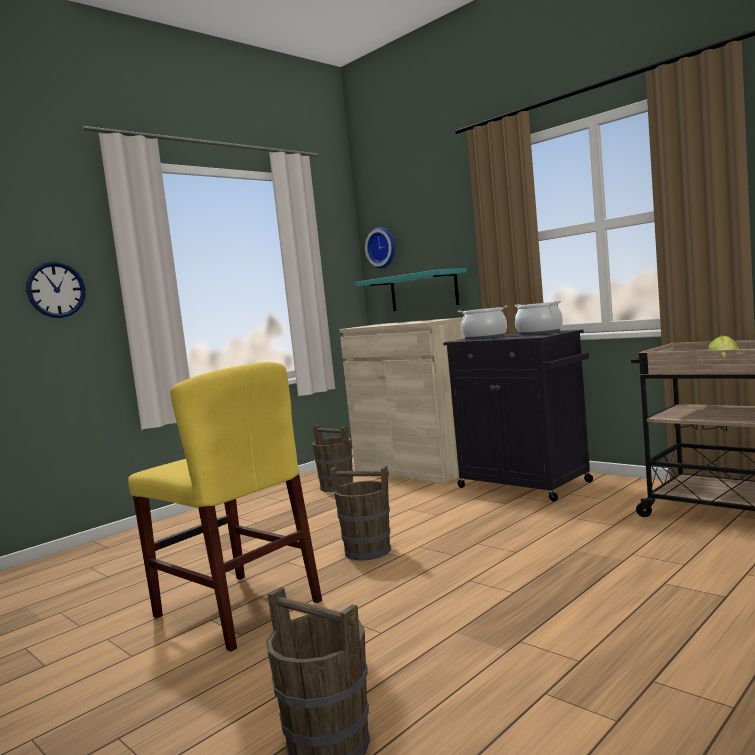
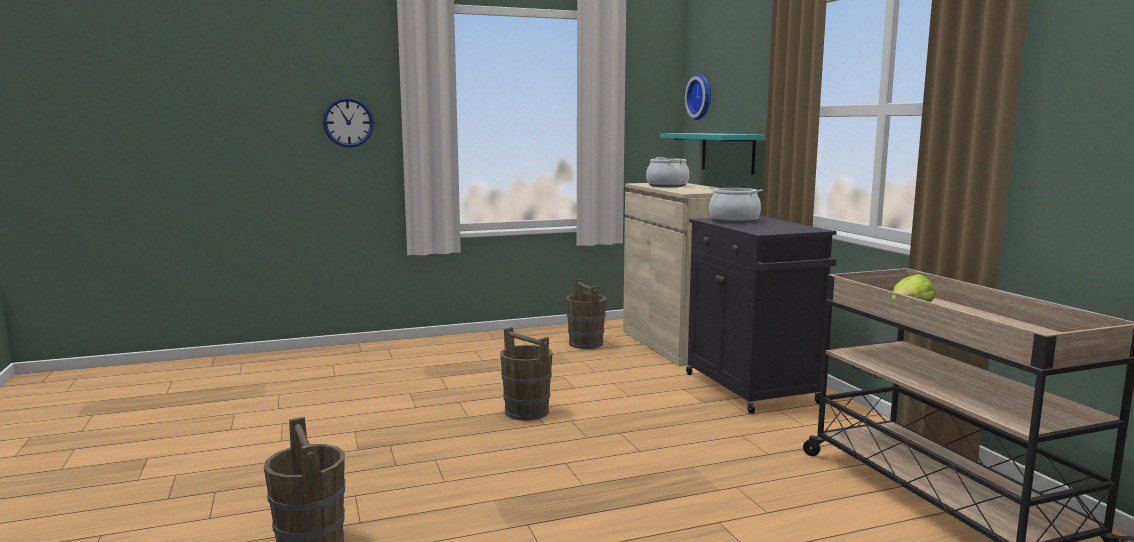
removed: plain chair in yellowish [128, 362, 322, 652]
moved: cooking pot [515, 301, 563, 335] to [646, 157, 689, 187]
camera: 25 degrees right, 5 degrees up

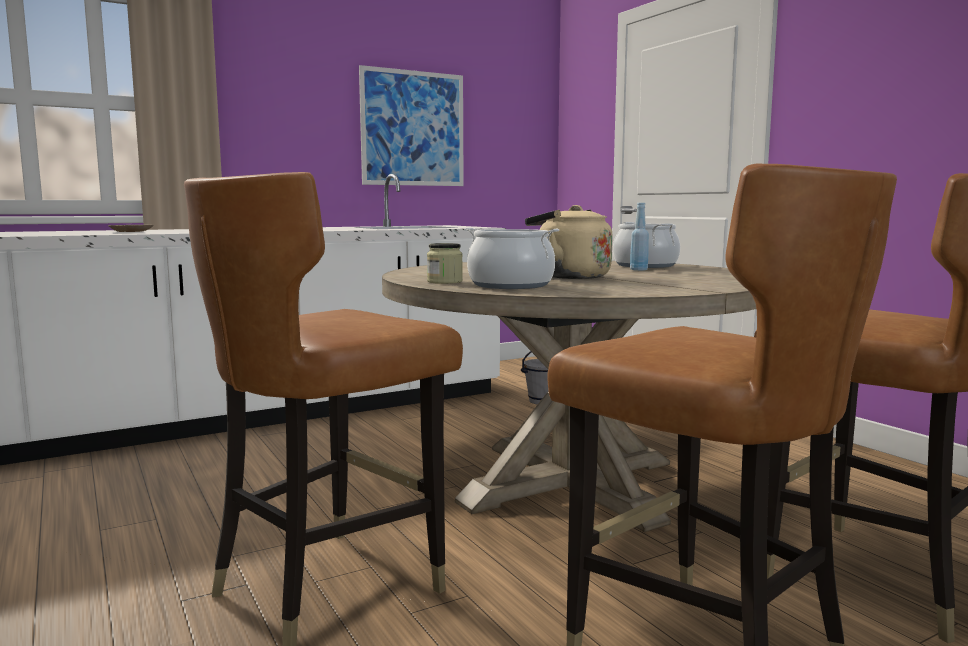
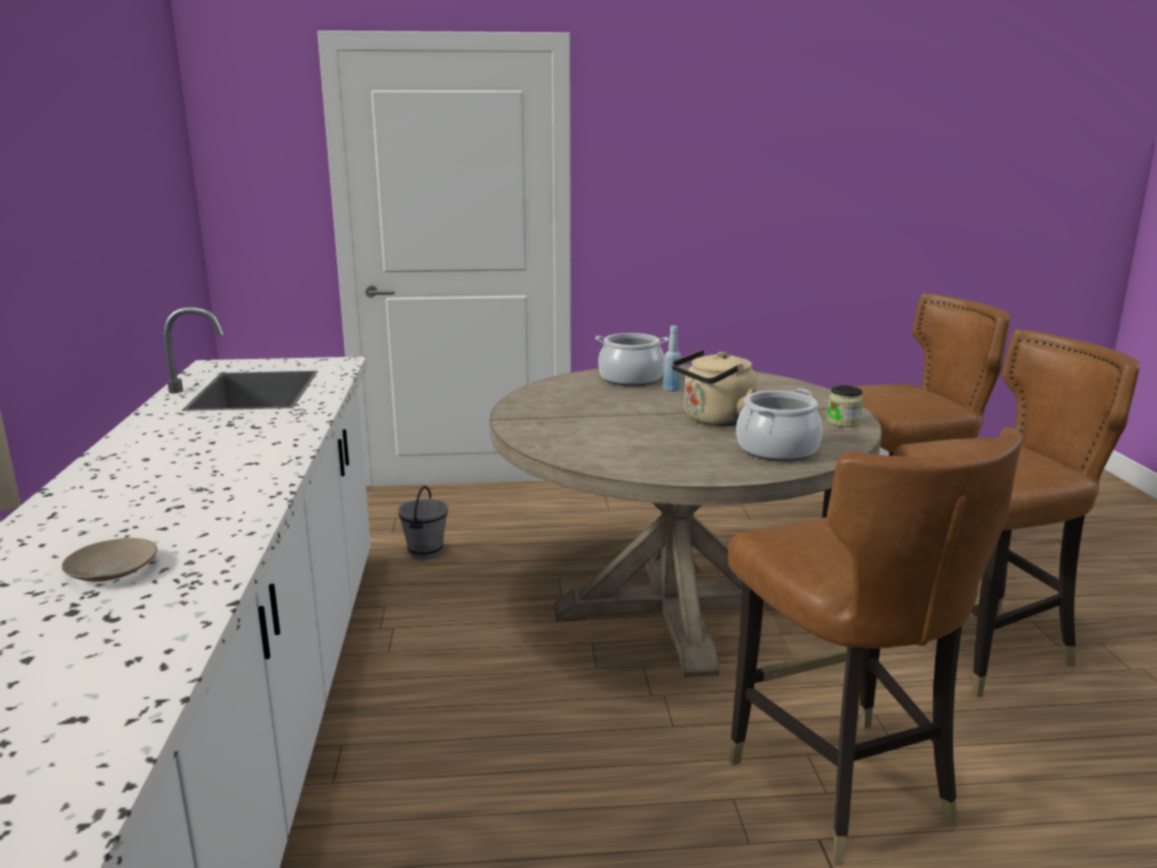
removed: wall picture [359, 65, 464, 186]
moved: preserve jar [427, 243, 463, 284] to [827, 385, 863, 427]
camera: 65 degrees left, 10 degrees up

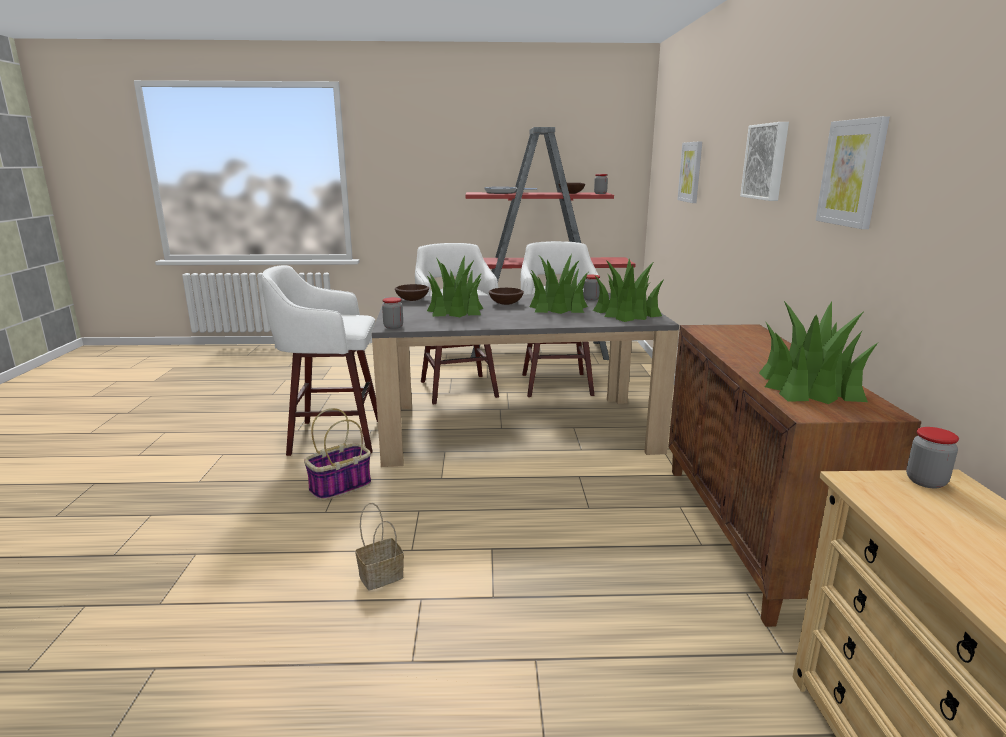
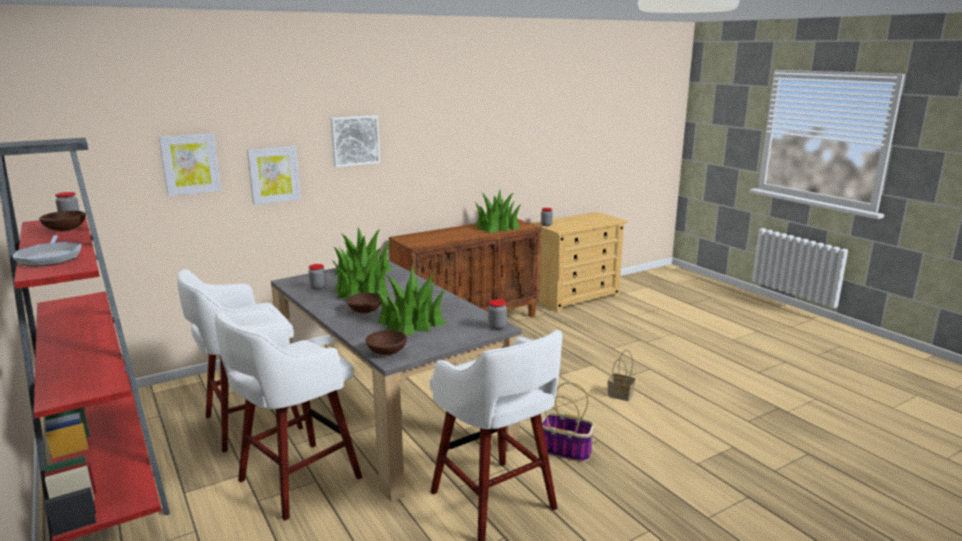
moved: wall picture [816, 116, 890, 229] to [247, 146, 301, 205]
camera: 120 degrees left, 0 degrees up

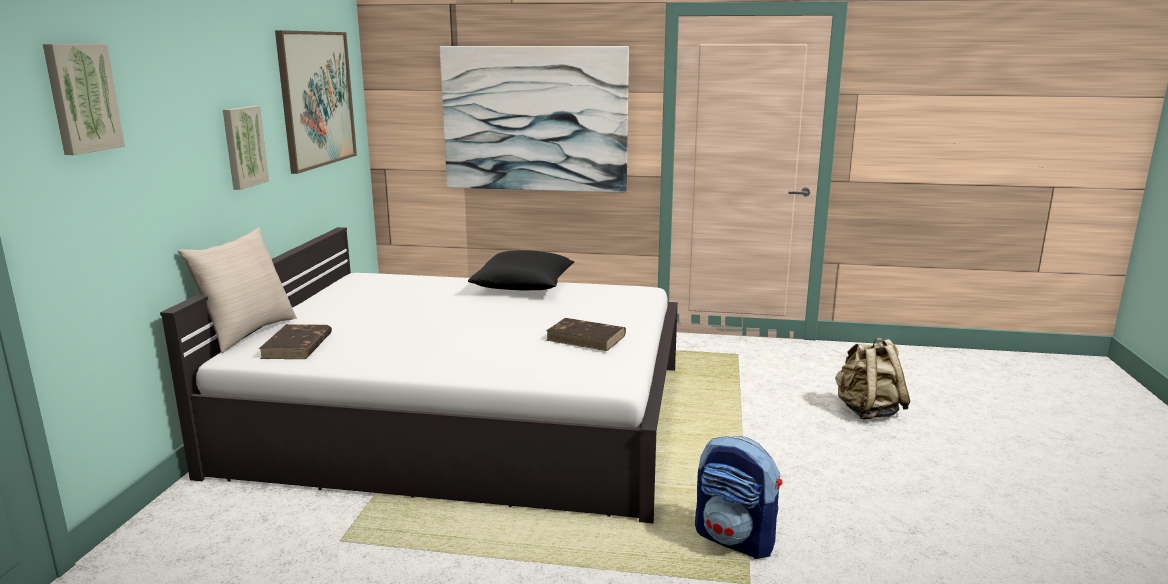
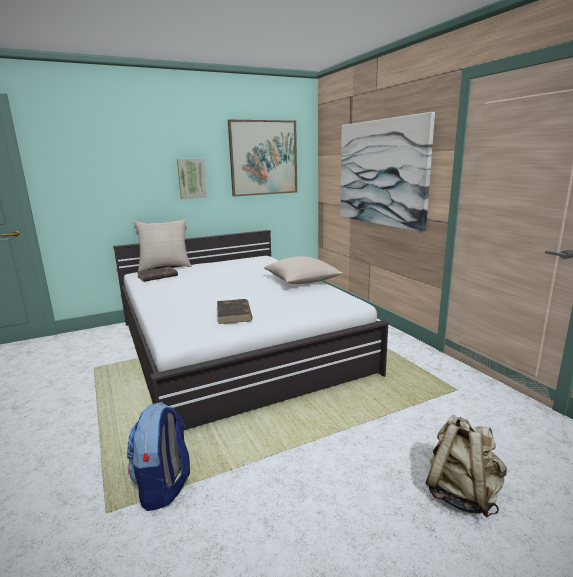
removed: wall picture [43, 44, 125, 155]
recoloured: pillow in black-coloured [468, 250, 575, 291] to pillow in beige [264, 256, 343, 284]
camera: 55 degrees right, 0 degrees up

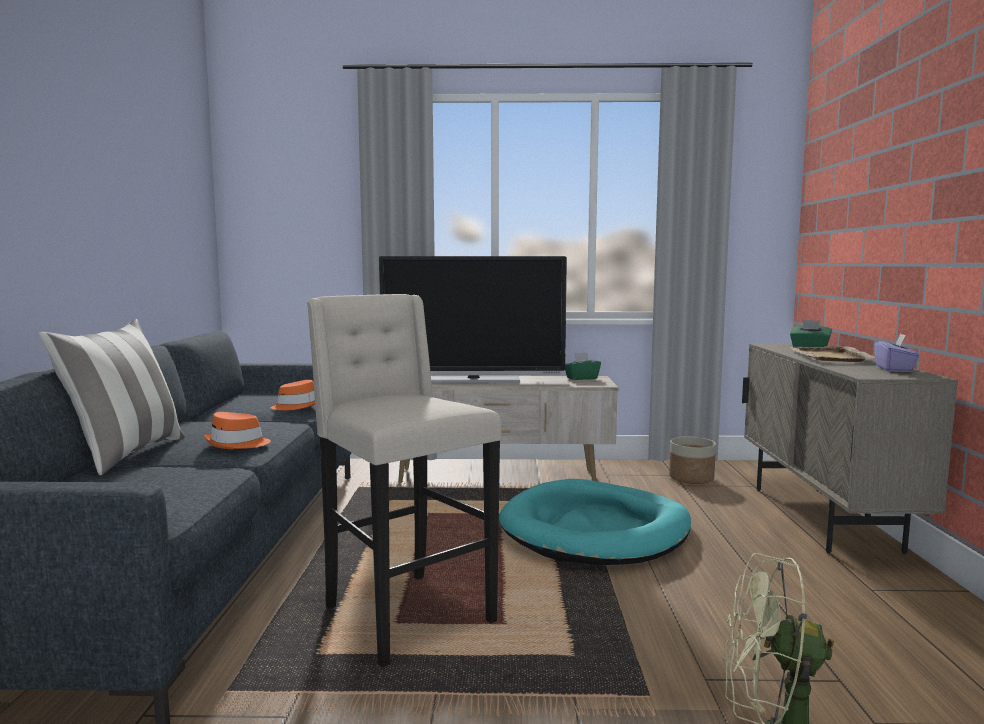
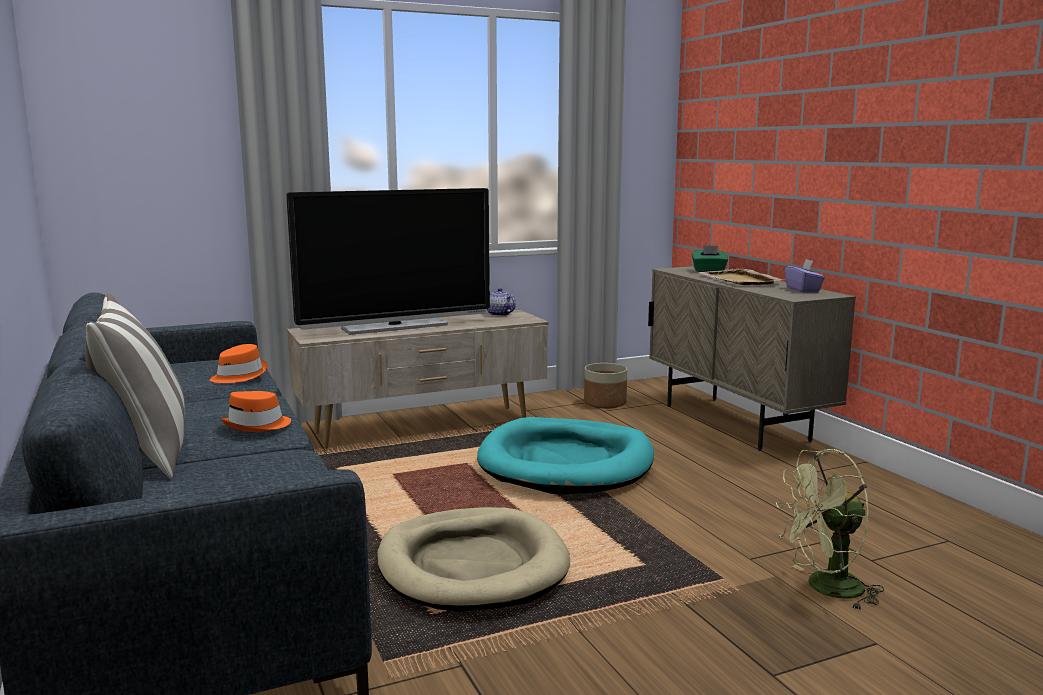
replaced: stool in beige [307, 294, 502, 668] to dog cushion in beige [377, 507, 570, 612]; tissue box in green-coloured [565, 352, 601, 380] to pot for tea [487, 288, 516, 316]
camera: 25 degrees left, 5 degrees up

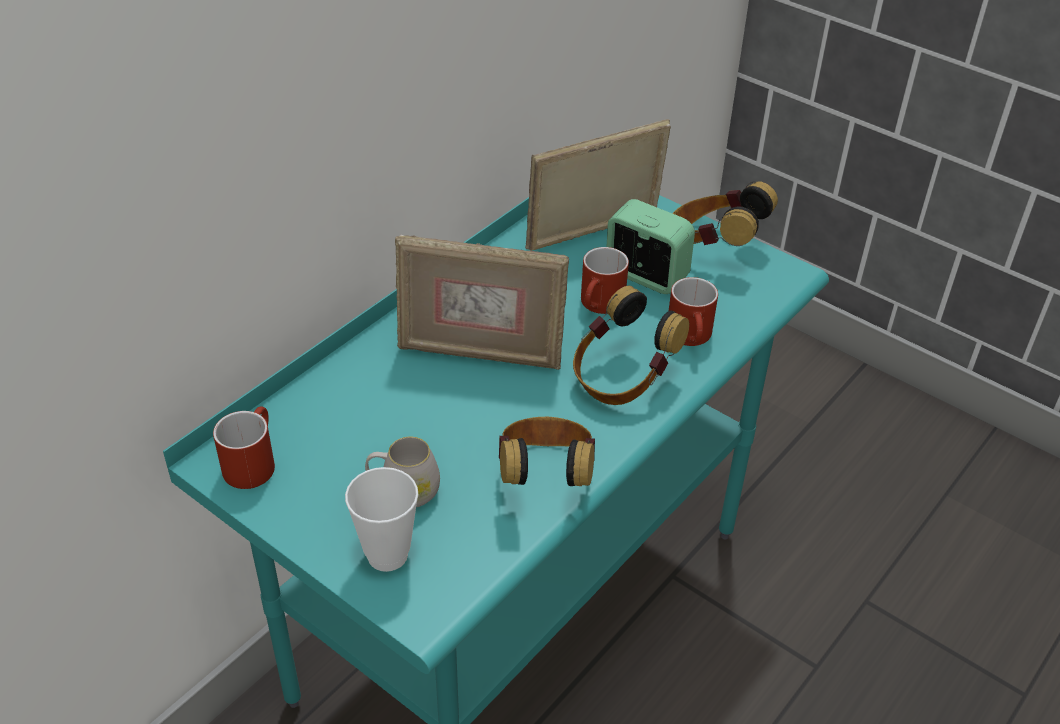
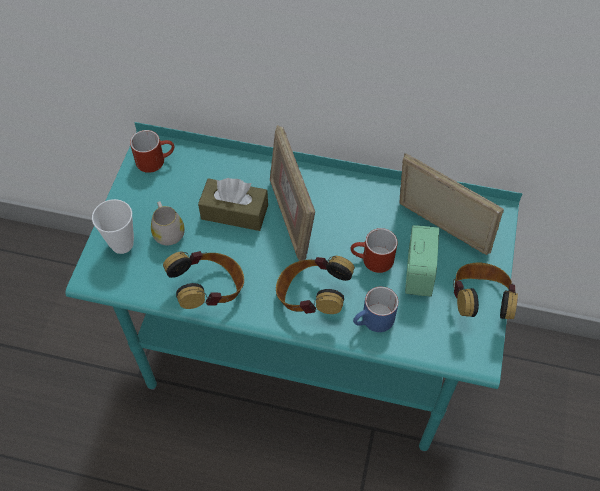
added: tissue box in brownish [198, 178, 268, 231]
recoloured: tea mug in reddish [669, 277, 718, 346] to tea mug in blue-coloured [353, 286, 399, 332]
camera: 65 degrees right, 15 degrees up

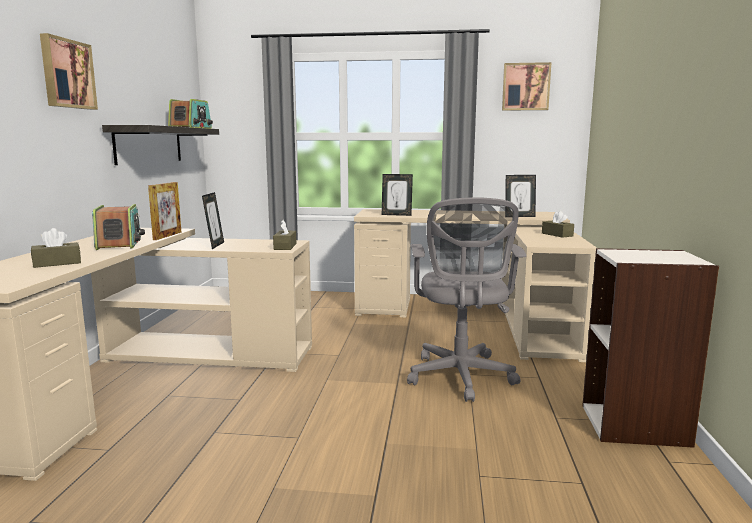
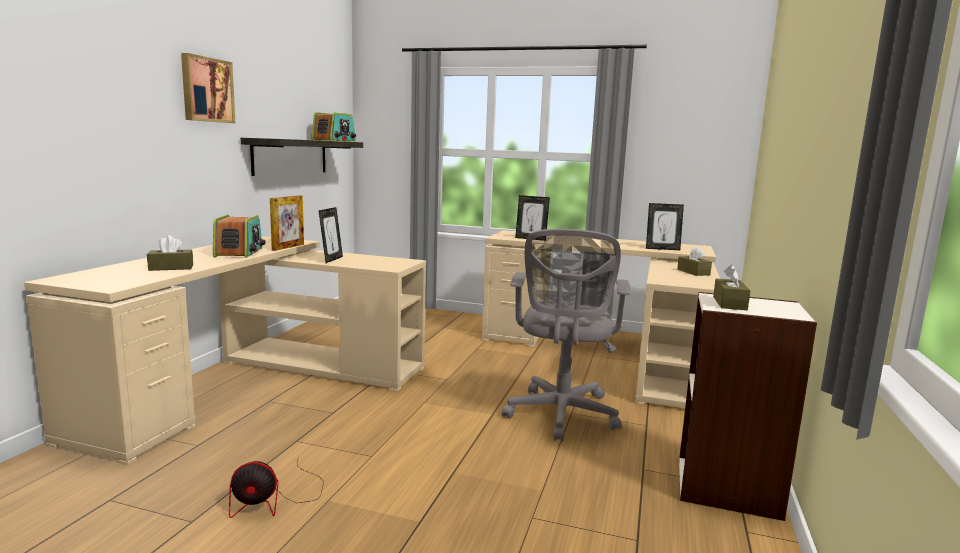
removed: wall picture [502, 62, 551, 110]
added: cooling fan [229, 457, 324, 518]
moved: tissue box in brownish [273, 220, 297, 250] to [713, 265, 751, 310]
camera: 10 degrees right, 0 degrees up

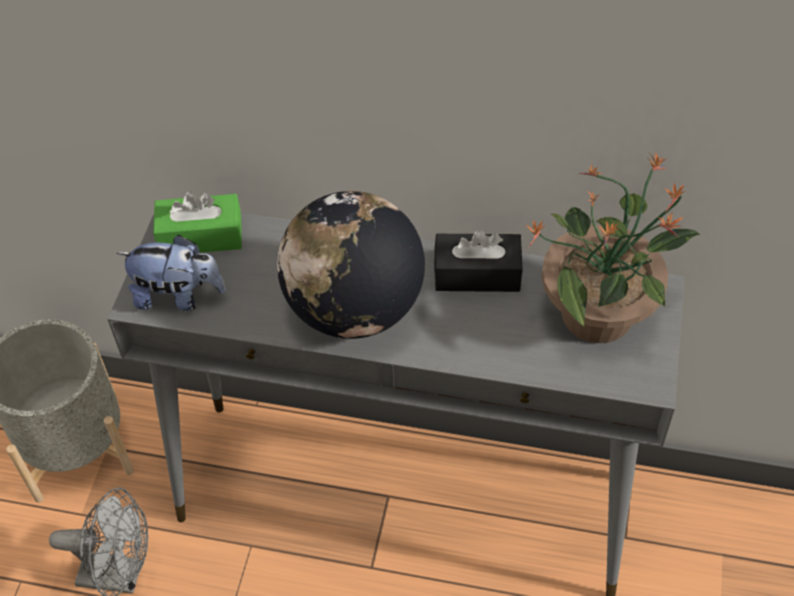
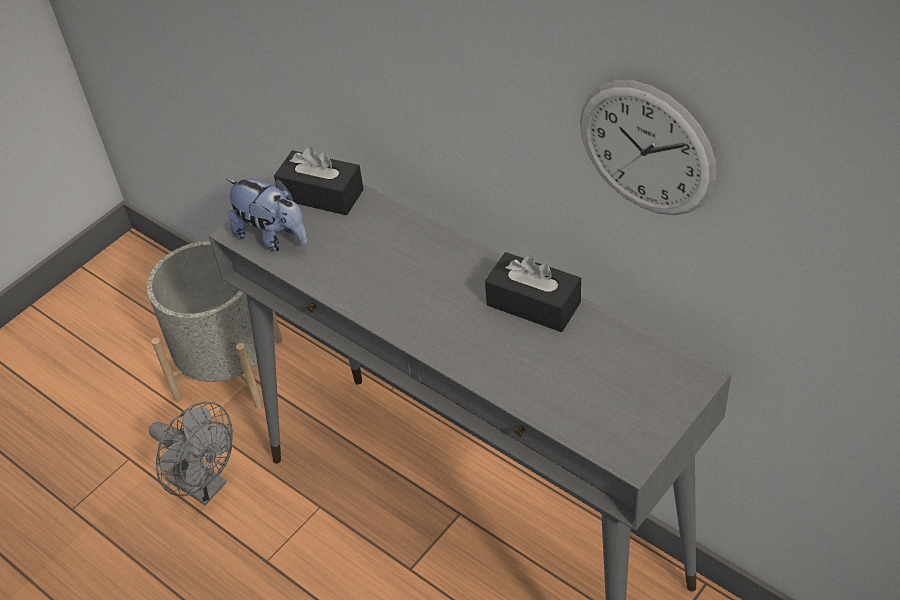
removed: plant in a pot [526, 153, 700, 343]; globe [277, 191, 425, 339]
added: hanging clock [580, 80, 716, 215]
recoloured: tissue box in green-coloured [153, 191, 242, 253] to tissue box in black-coloured [274, 147, 364, 215]
camera: 30 degrees right, 5 degrees down

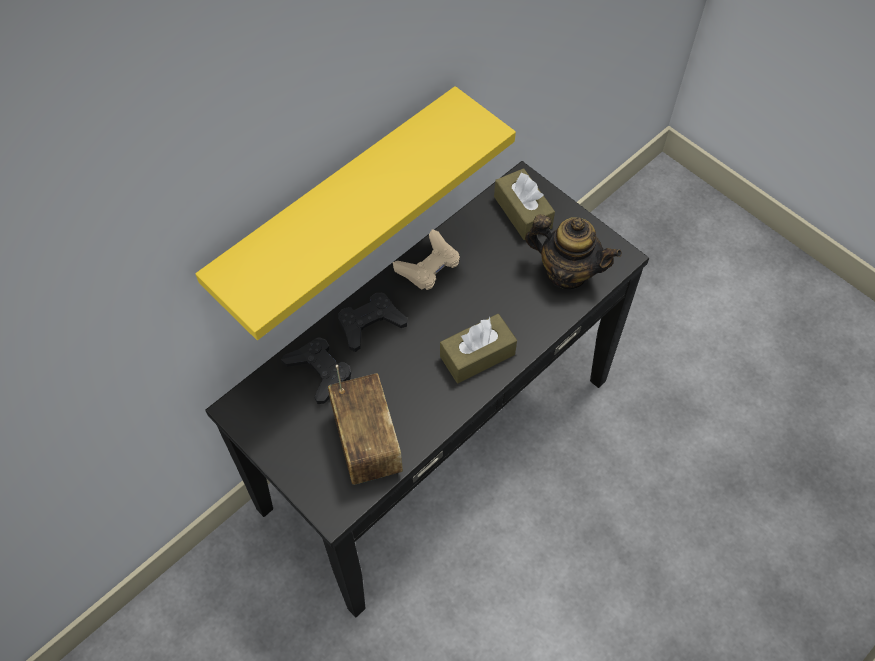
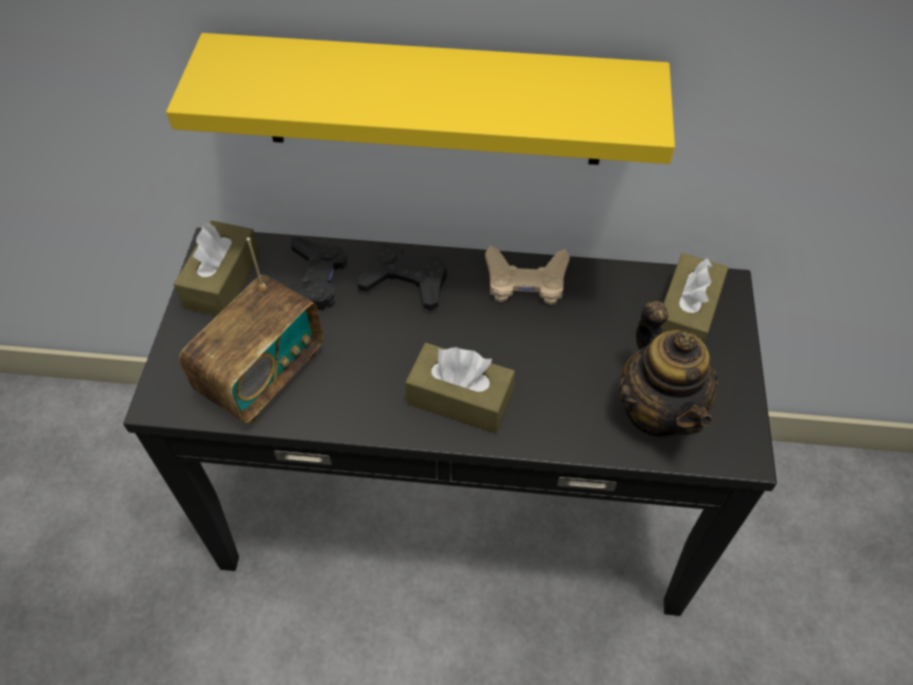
added: tissue box in brownish [173, 221, 260, 316]
camera: 50 degrees right, 5 degrees down

